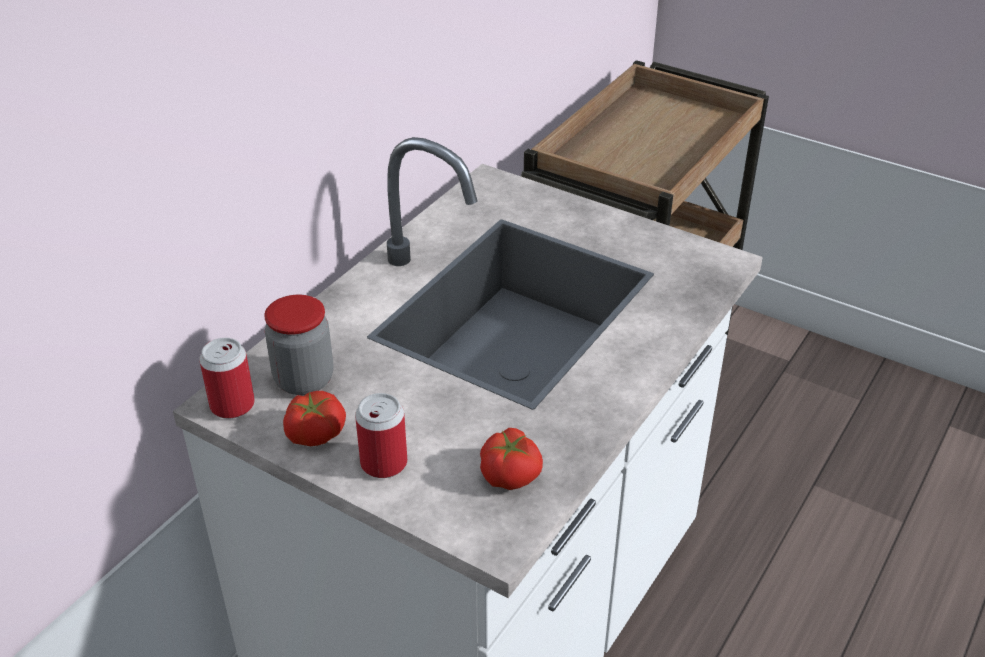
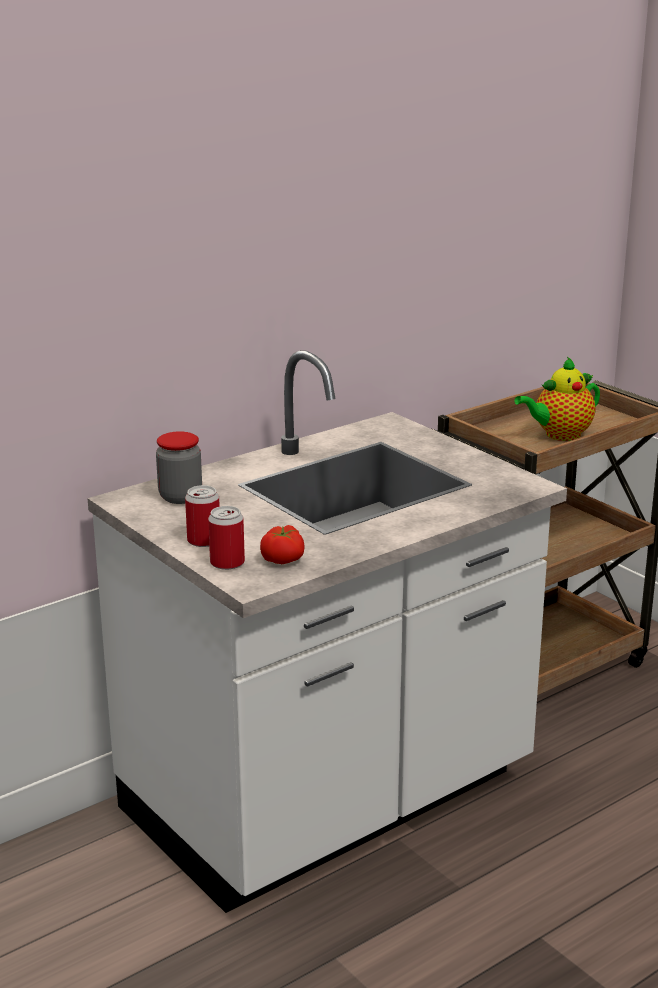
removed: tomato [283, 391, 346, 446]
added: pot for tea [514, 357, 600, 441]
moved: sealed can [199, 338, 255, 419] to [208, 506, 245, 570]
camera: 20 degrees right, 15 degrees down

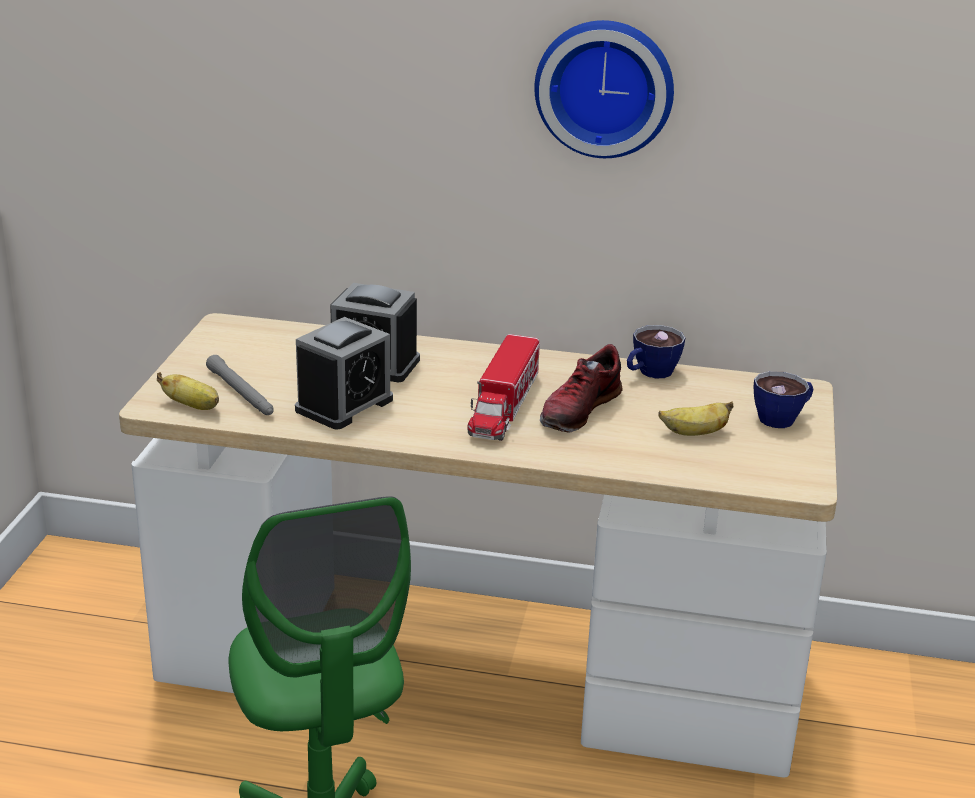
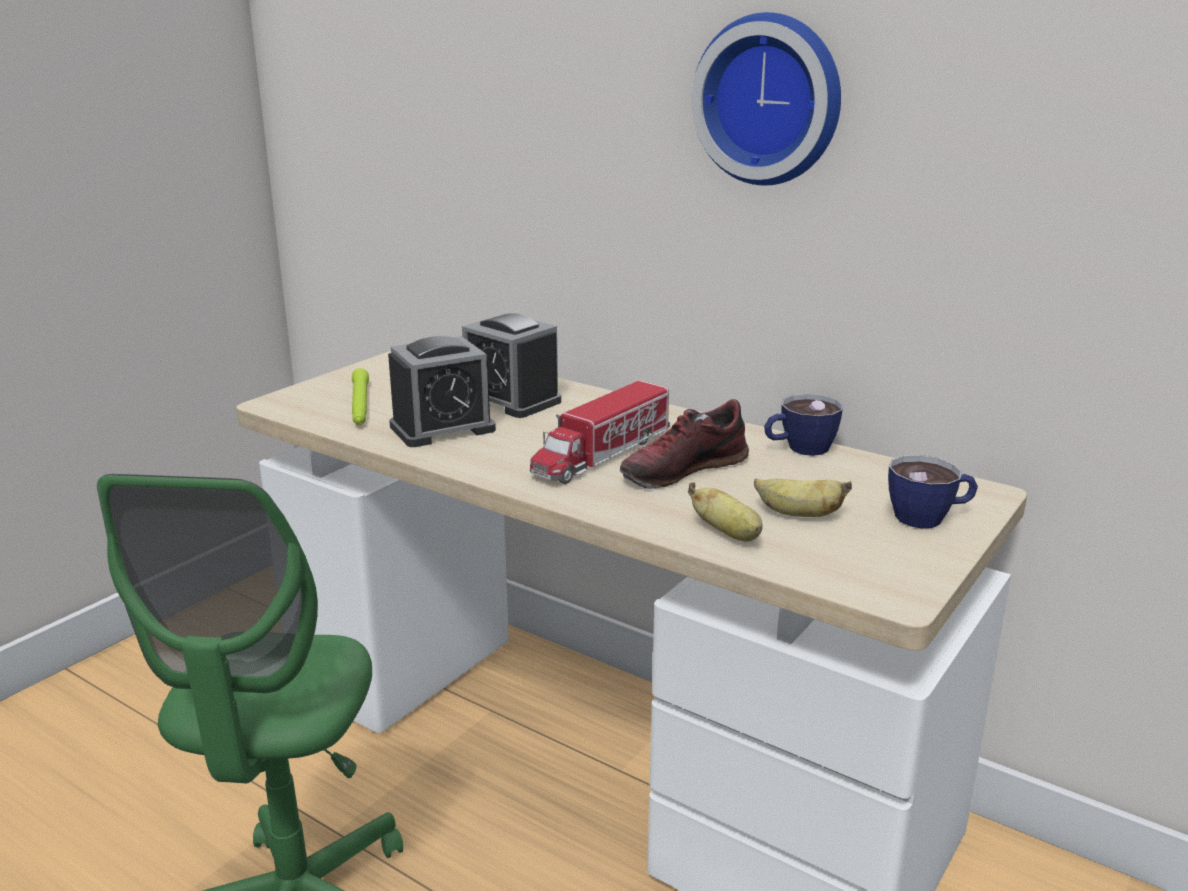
moved: banana [157, 372, 219, 410] to [688, 482, 762, 542]
recoloured: flashlight in gray [206, 355, 273, 415] to flashlight in green-coloured [352, 368, 369, 425]
camera: 25 degrees right, 5 degrees down

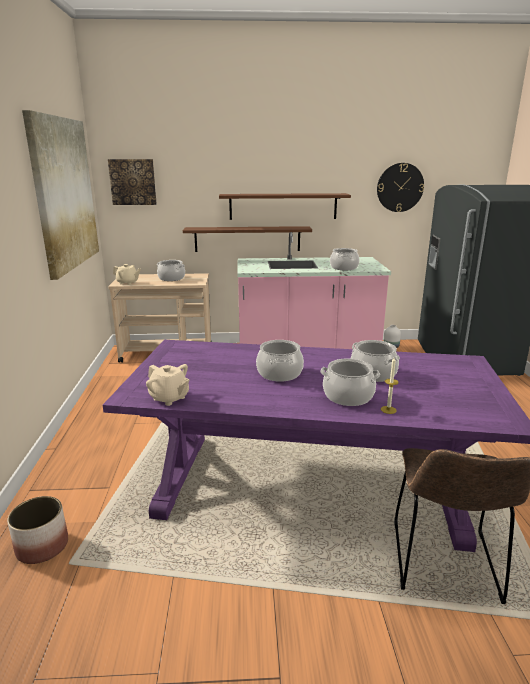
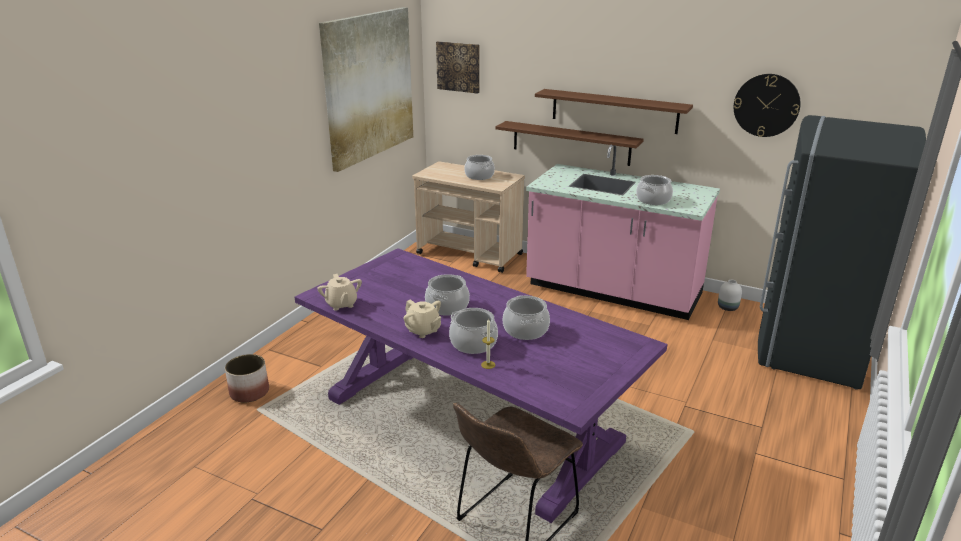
moved: pot for tea in beige [113, 264, 141, 285] to [404, 299, 441, 338]
camera: 30 degrees right, 5 degrees up

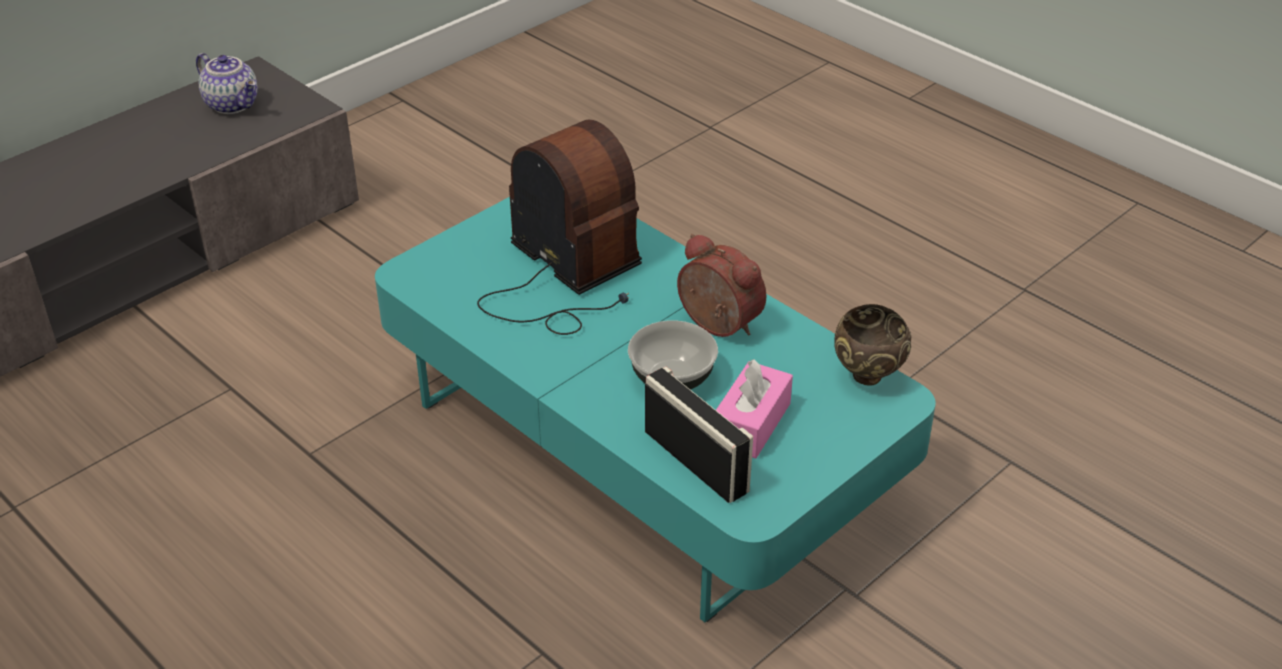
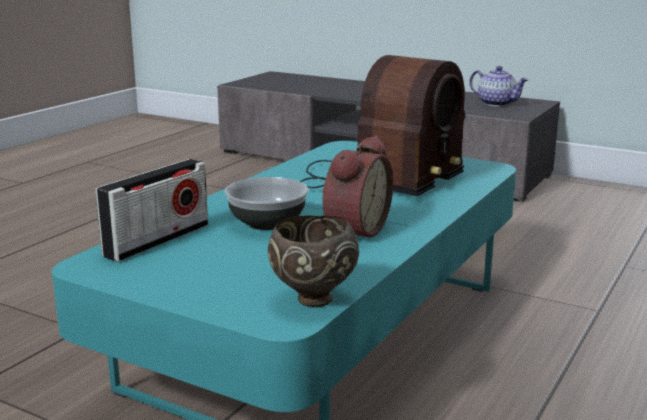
removed: tissue box in pinkish [716, 359, 793, 459]
turned: pot for tea [196, 53, 258, 114] = [469, 66, 528, 107] 75 degrees counterclockwise
camera: 75 degrees right, 20 degrees down

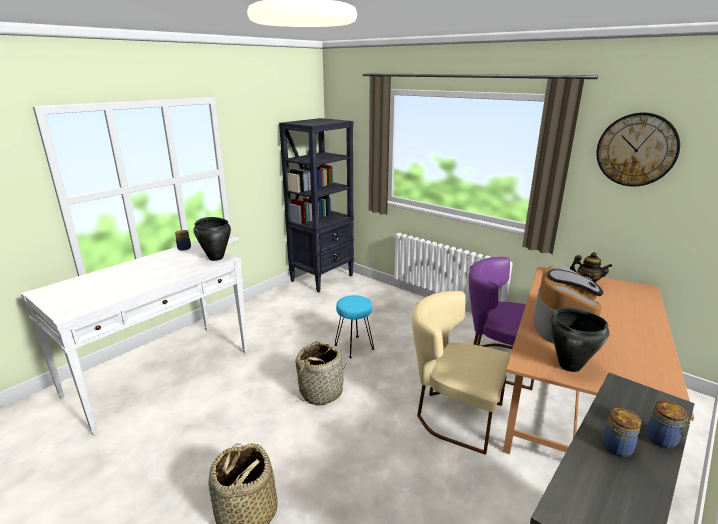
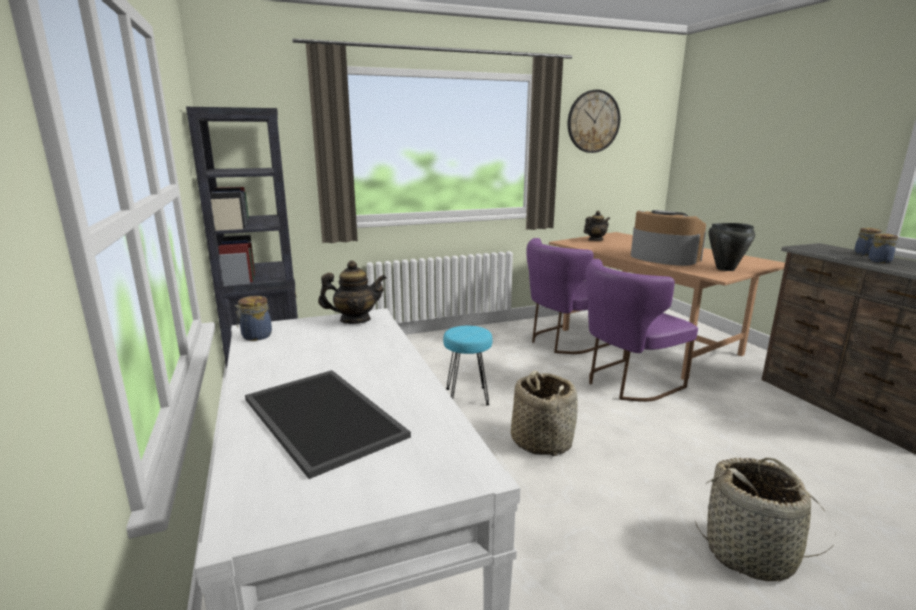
added: carrying tray [245, 370, 411, 479]
replaced: cooking pot in black-coloured [194, 217, 231, 261] to pot for tea [318, 260, 387, 324]
recoloured: plain chair in beige [412, 291, 511, 455] to plain chair in purple [585, 259, 698, 402]
camera: 60 degrees left, 5 degrees down

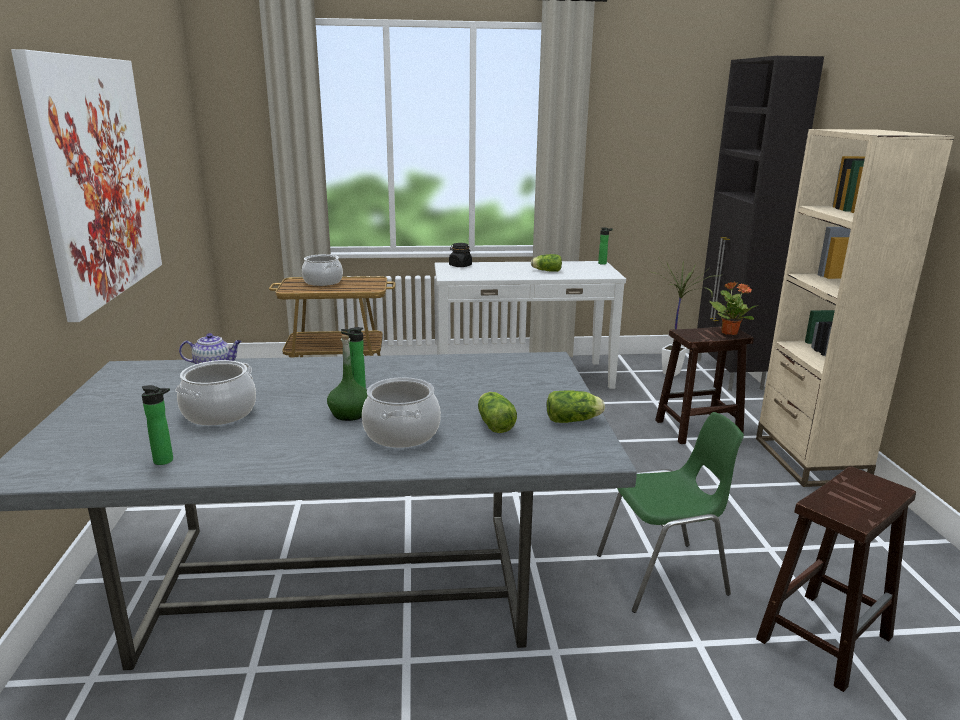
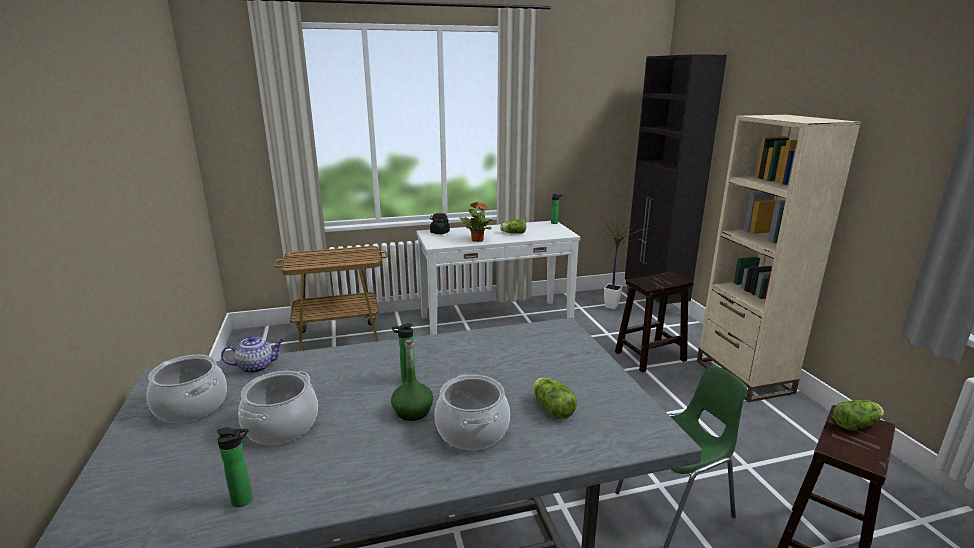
removed: wall picture [11, 49, 162, 322]
moved: cooking pot [302, 254, 343, 286] to [146, 355, 227, 423]; plant in a pot [709, 282, 759, 335] to [460, 202, 492, 242]; head of lettuce [547, 390, 605, 423] to [833, 400, 884, 430]
camera: 10 degrees left, 0 degrees up

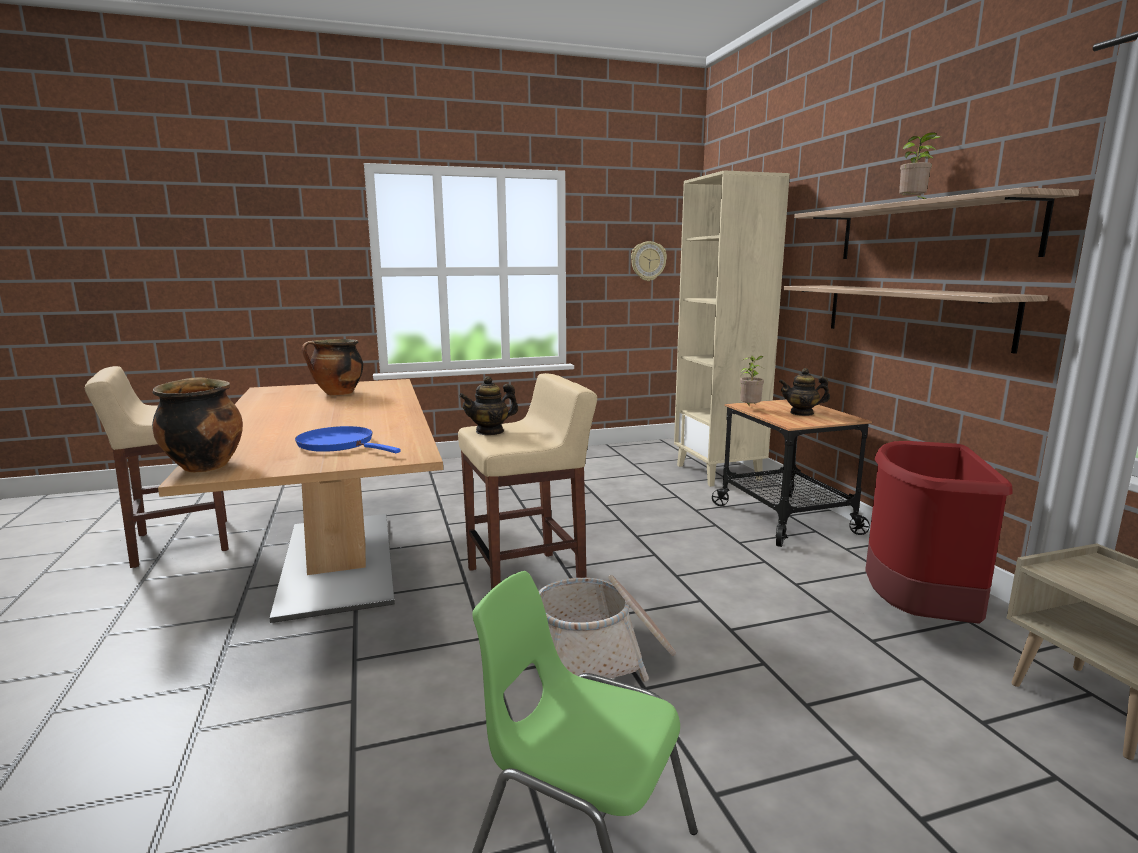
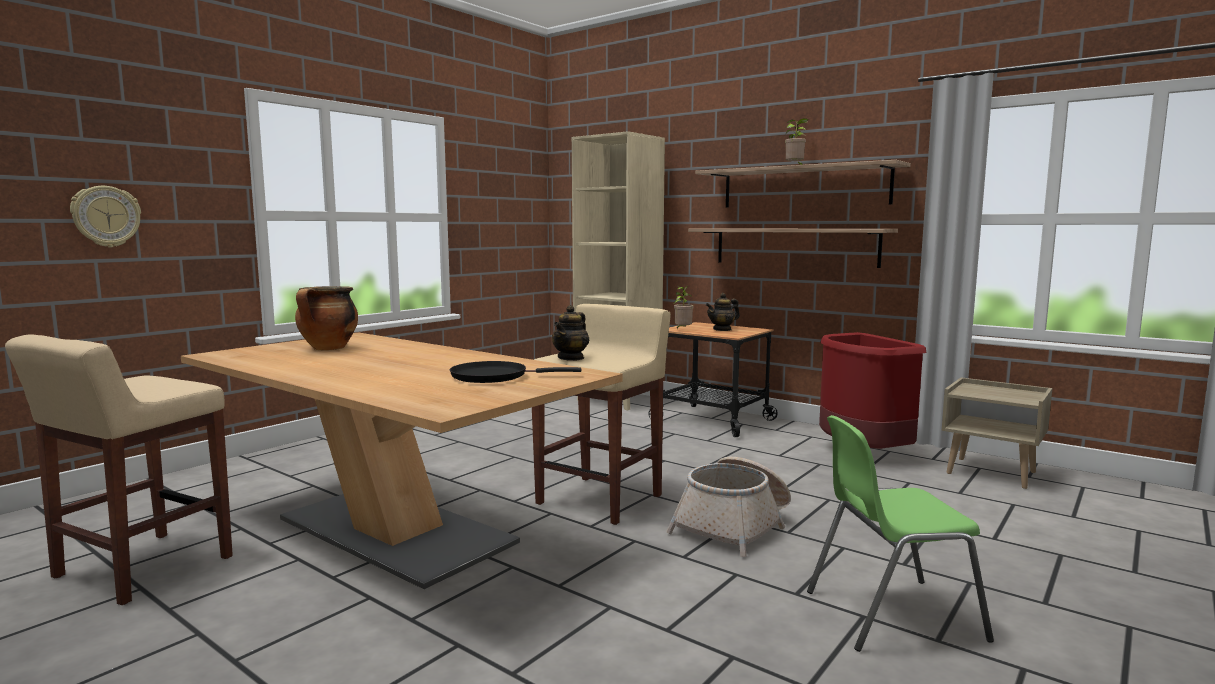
removed: cooking pot [152, 377, 243, 473]
moved: hanging clock [631, 241, 667, 281] to [70, 186, 141, 247]
recoloured: skillet in blue-coloured [295, 426, 401, 453] to skillet in black-coloured [450, 361, 581, 383]
camera: 35 degrees left, 5 degrees down

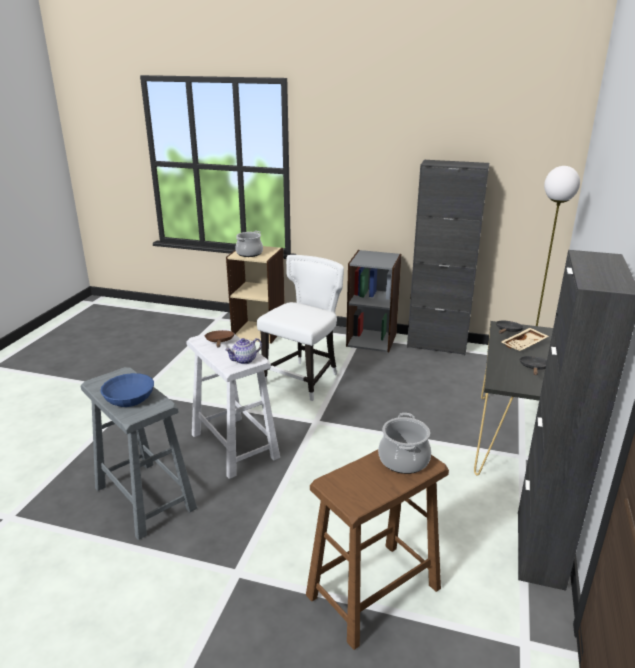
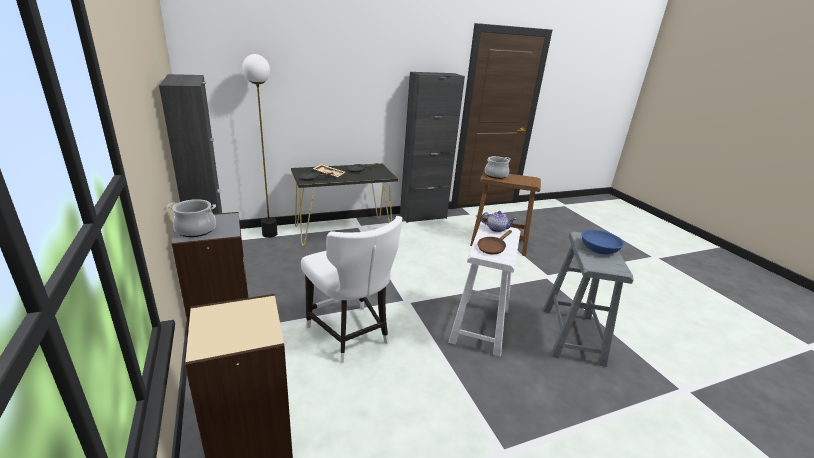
moved: cooking pot [235, 231, 263, 257] to [167, 199, 216, 237]
turned: plain chair in white-coloured [257, 255, 344, 401] = [301, 216, 402, 363] 120 degrees counterclockwise
camera: 130 degrees left, 0 degrees up

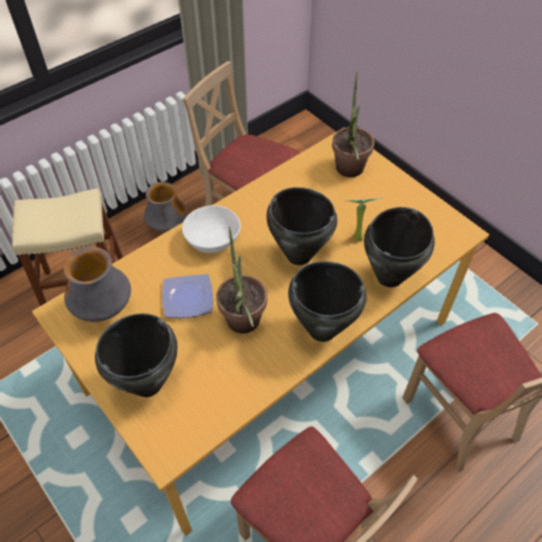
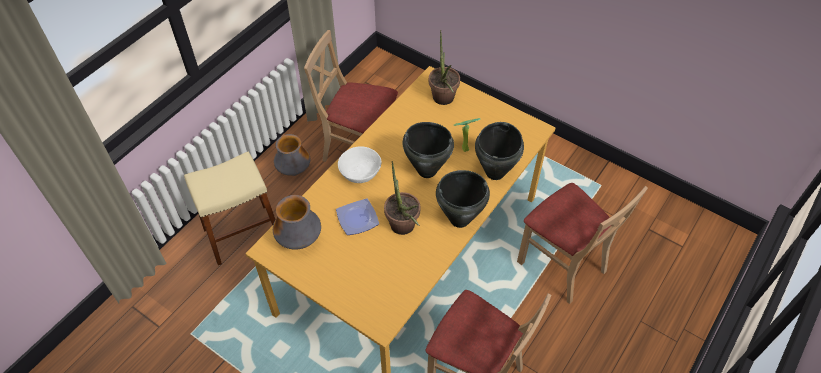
removed: cooking pot in black-coloured [95, 313, 177, 397]
camera: 15 degrees left, 0 degrees up

